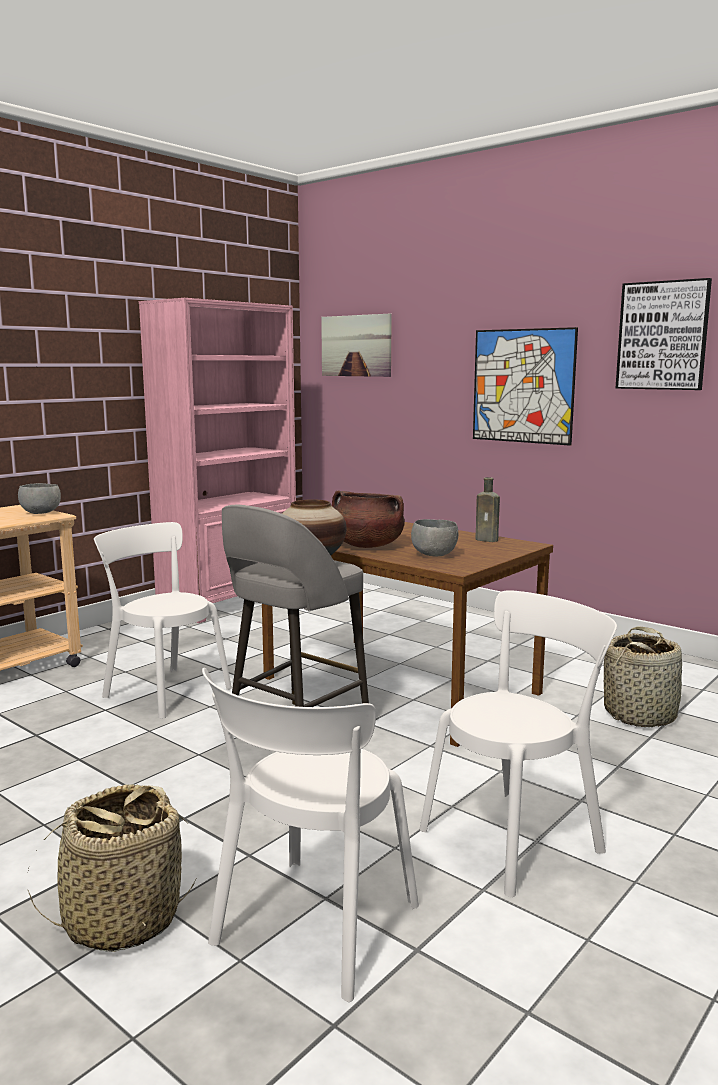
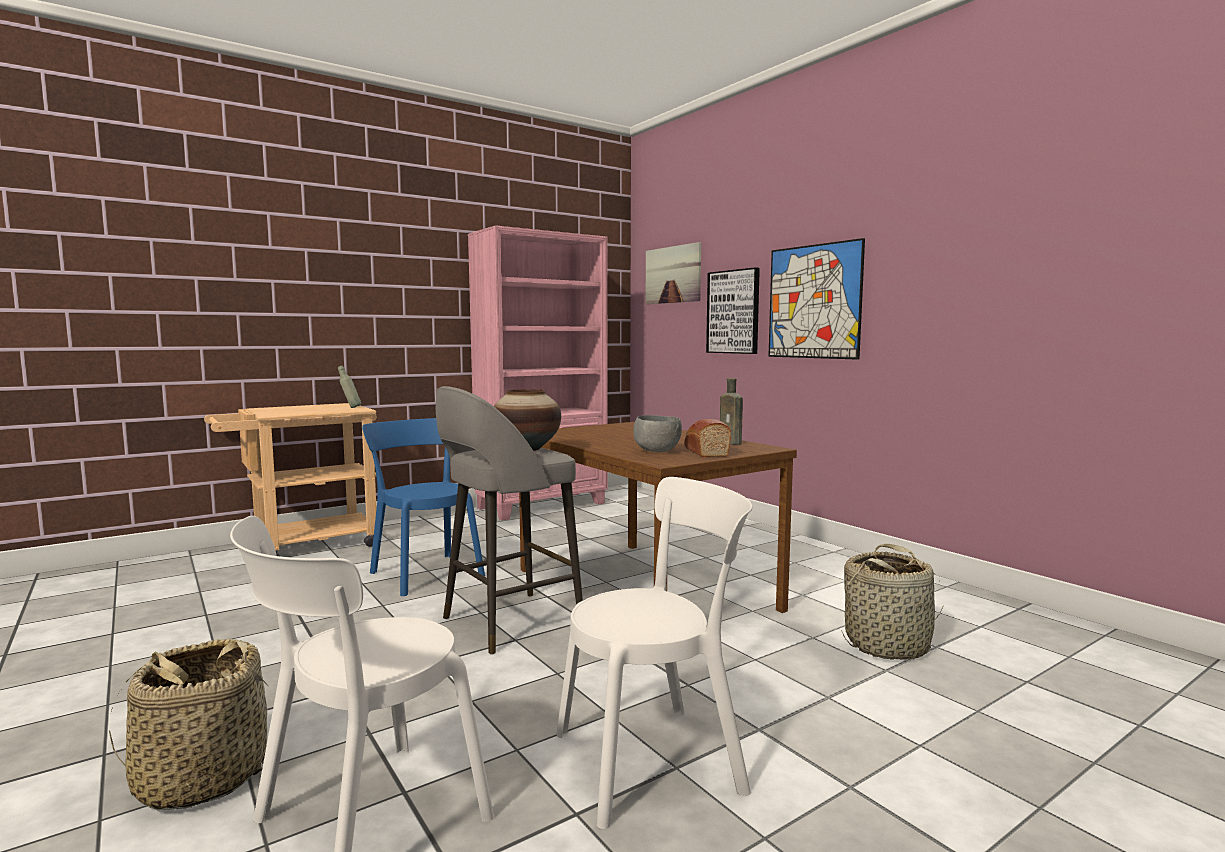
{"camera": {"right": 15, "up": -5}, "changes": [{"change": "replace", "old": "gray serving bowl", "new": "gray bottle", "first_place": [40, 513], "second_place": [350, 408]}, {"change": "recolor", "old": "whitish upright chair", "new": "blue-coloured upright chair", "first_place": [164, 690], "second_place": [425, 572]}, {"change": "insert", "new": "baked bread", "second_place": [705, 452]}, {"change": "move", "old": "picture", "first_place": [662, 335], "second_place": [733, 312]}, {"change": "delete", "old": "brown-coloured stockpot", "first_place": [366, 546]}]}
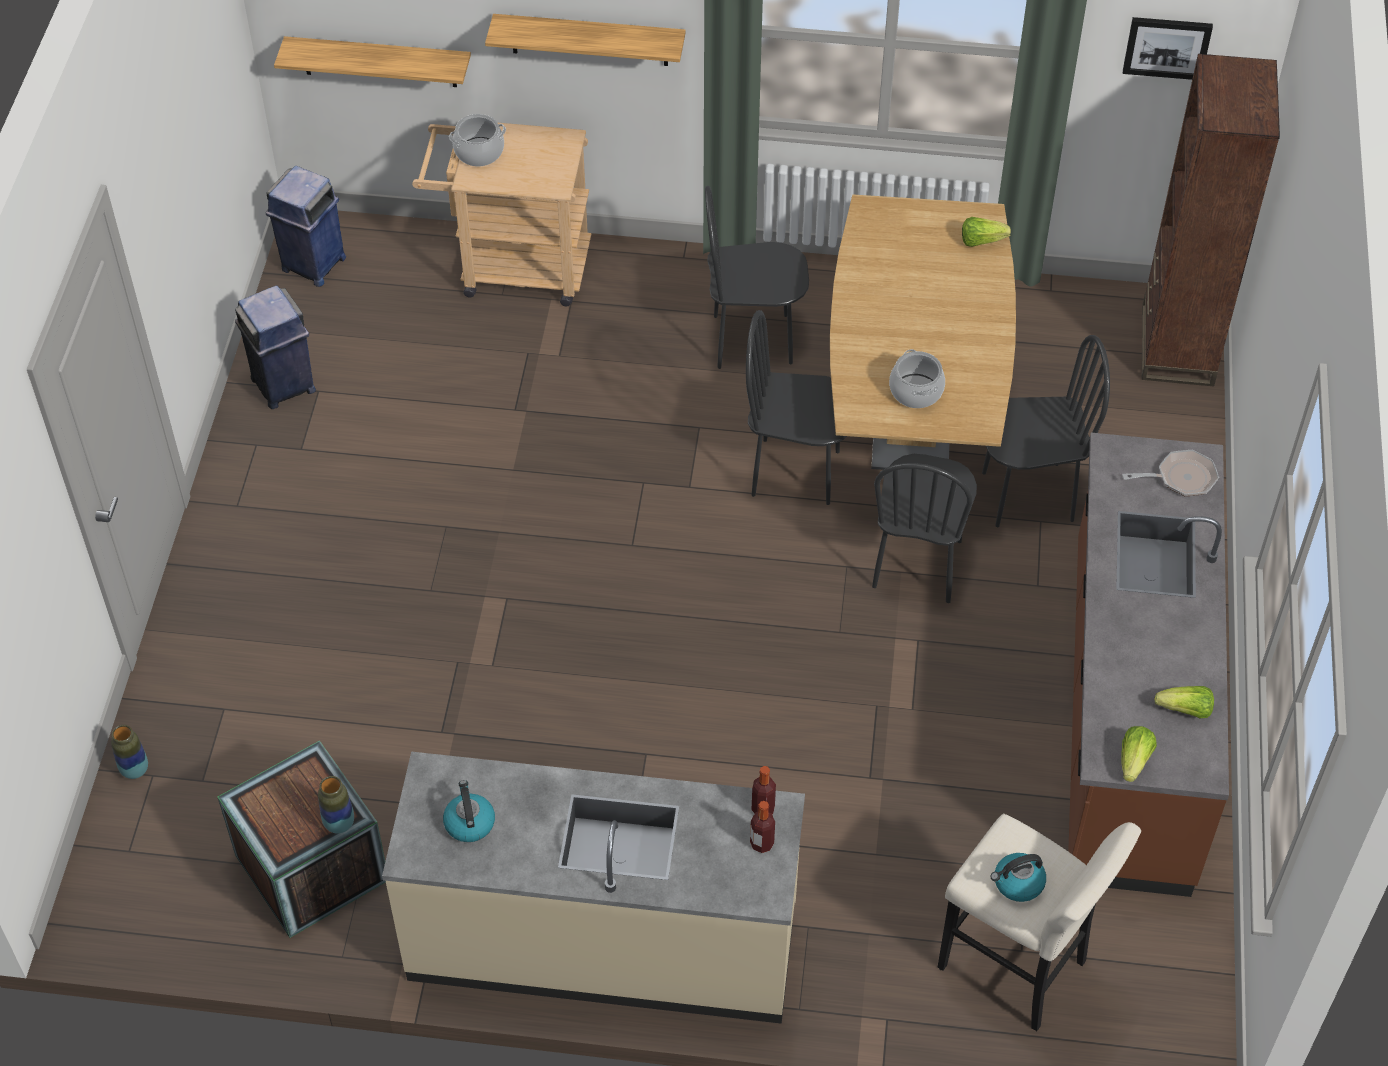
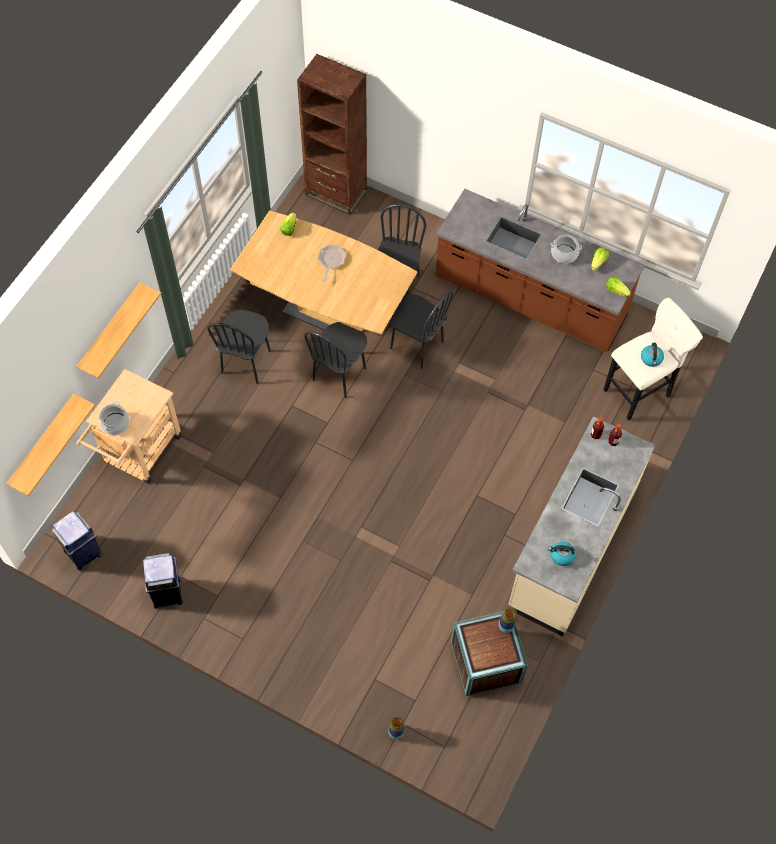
{"camera": {"right": -70, "up": 10}, "changes": [{"change": "move", "old": "pan", "first_place": [1181, 478], "second_place": [331, 261]}, {"change": "move", "old": "stockpot", "first_place": [916, 391], "second_place": [564, 254]}, {"change": "delete", "old": "picture", "first_place": [1167, 47]}]}
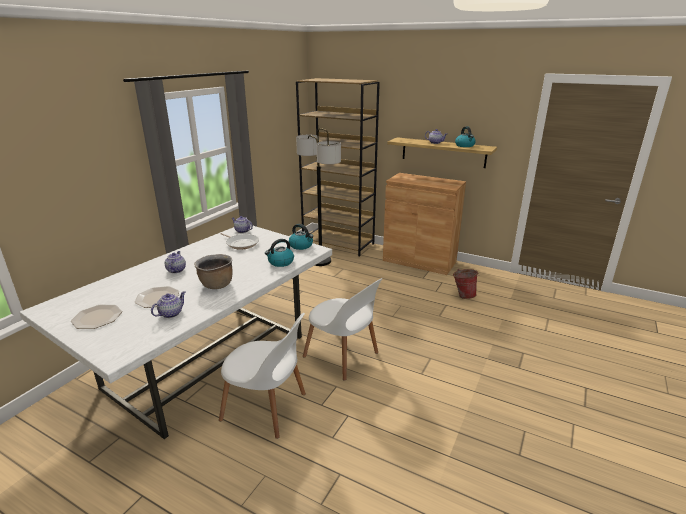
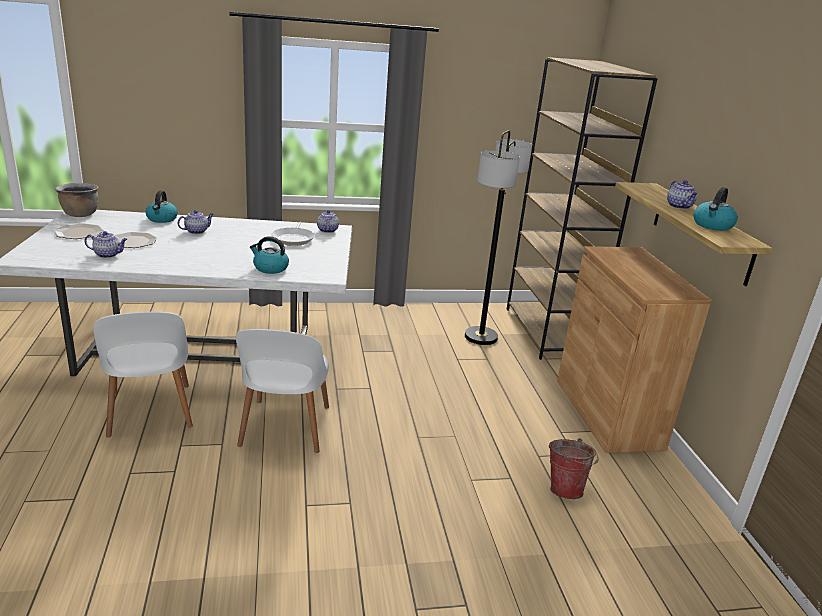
{"camera": {"right": 50, "up": 0}, "changes": [{"change": "move", "old": "brown-coloured stockpot", "first_place": [216, 285], "second_place": [80, 214]}, {"change": "move", "old": "water kettle", "first_place": [301, 246], "second_place": [162, 219]}]}
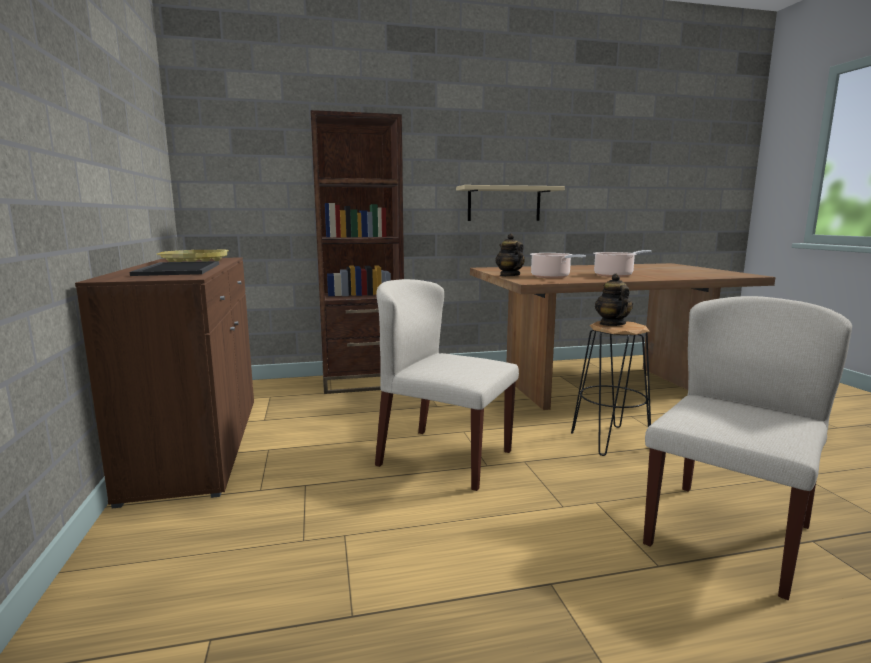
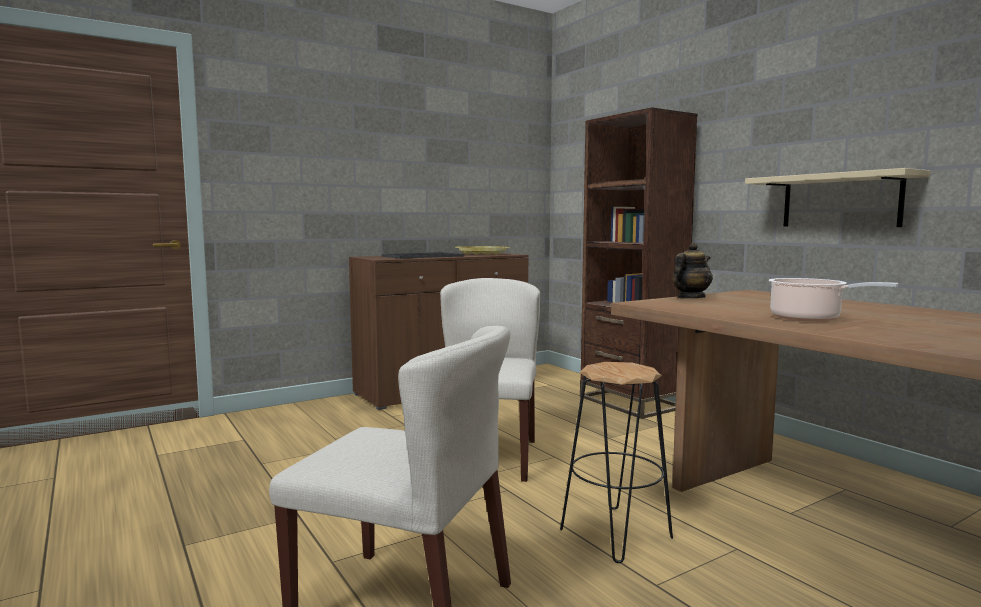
{"camera": {"right": 70, "up": -5}, "changes": [{"change": "delete", "old": "stockpot", "first_place": [552, 277]}, {"change": "delete", "old": "tea pot", "first_place": [612, 324]}]}
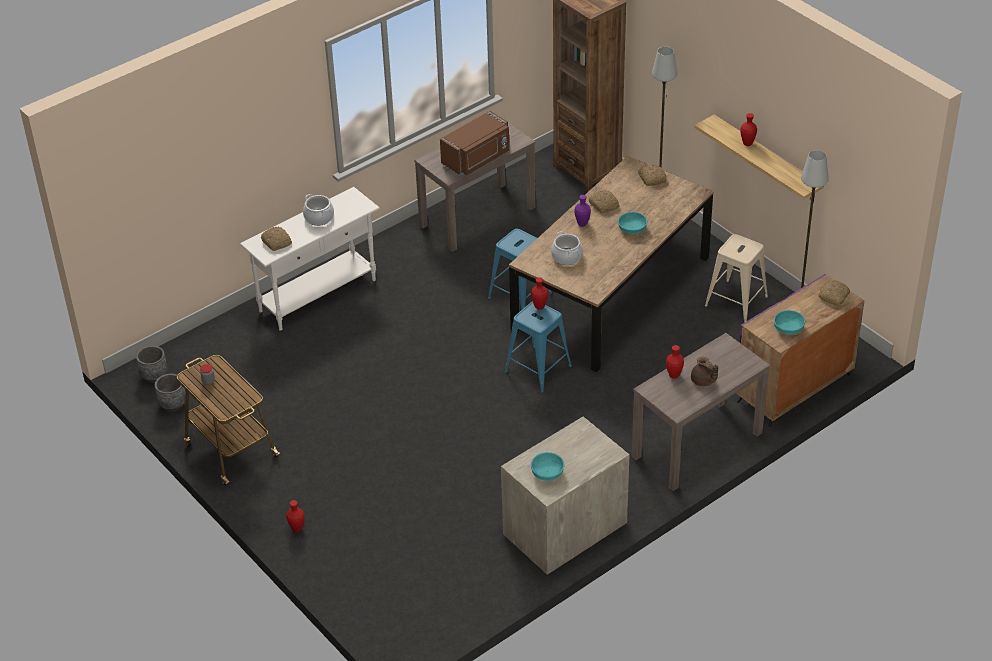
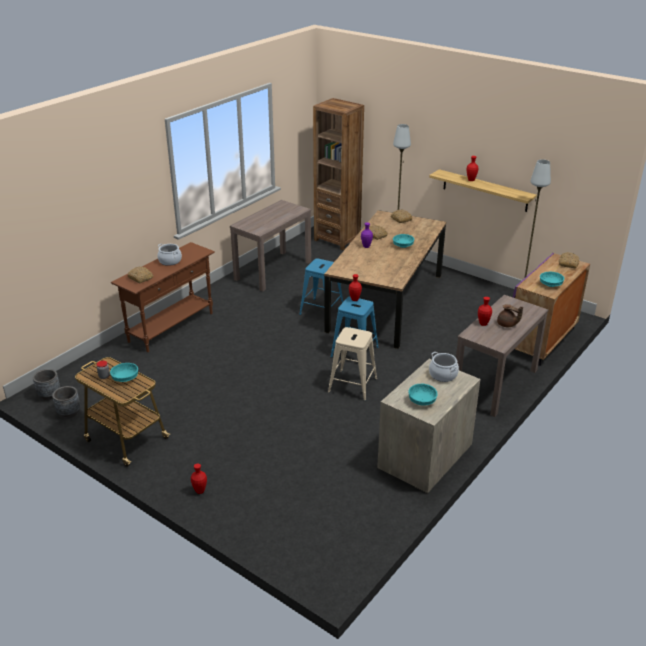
{"camera": {"right": -15, "up": -10}, "changes": [{"change": "insert", "new": "turquoise serving bowl", "second_place": [126, 378]}, {"change": "recolor", "old": "whitish narrow table", "new": "brown-coloured narrow table", "first_place": [318, 295], "second_place": [171, 327]}, {"change": "move", "old": "sand-coloured stool seat", "first_place": [736, 301], "second_place": [352, 385]}, {"change": "move", "old": "stockpot", "first_place": [566, 257], "second_place": [443, 375]}, {"change": "delete", "old": "brown-coloured microwave oven", "first_place": [477, 158]}]}
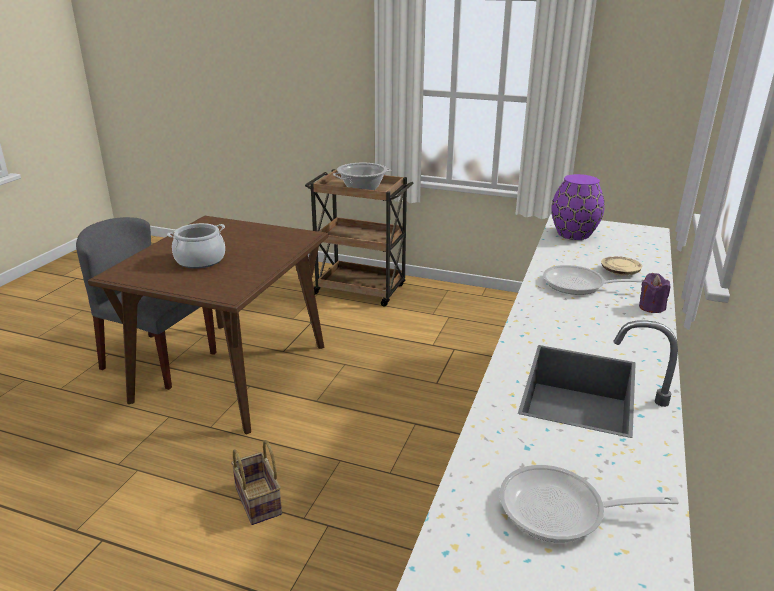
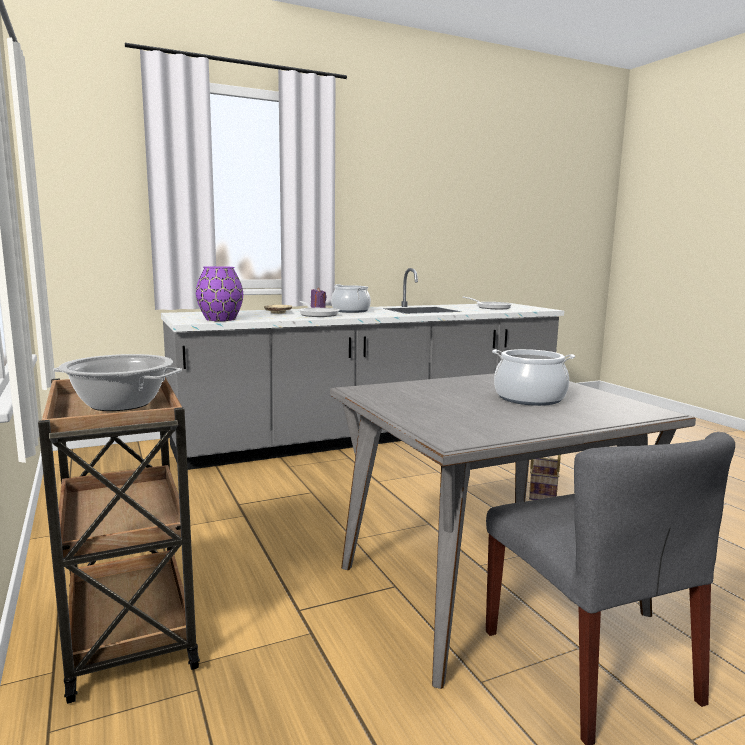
{"camera": {"right": -135, "up": -15}, "changes": [{"change": "recolor", "old": "brown-coloured dining table", "new": "gray dining table", "first_place": [232, 372], "second_place": [486, 590]}, {"change": "insert", "new": "stockpot", "second_place": [350, 311]}]}
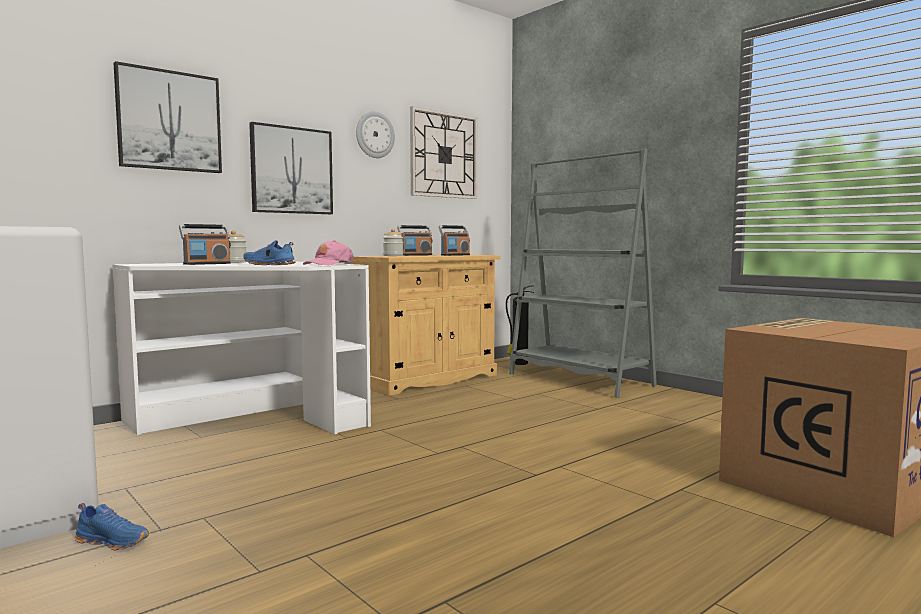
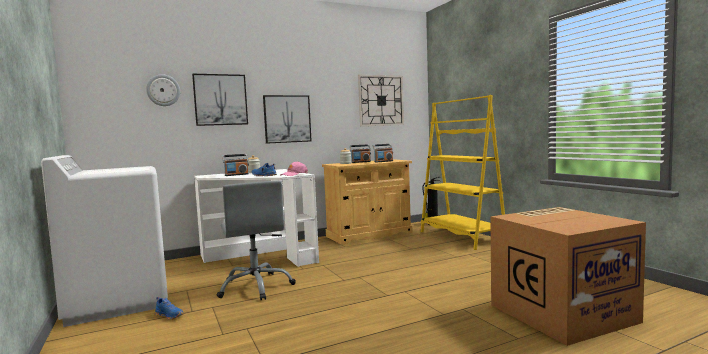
{"camera": {"right": 15, "up": 0}, "changes": [{"change": "move", "old": "hanging clock", "first_place": [374, 135], "second_place": [163, 90]}, {"change": "insert", "new": "gray office chair", "second_place": [256, 287]}, {"change": "recolor", "old": "gray bookcase", "new": "yellowish bookcase", "first_place": [579, 380], "second_place": [461, 237]}]}
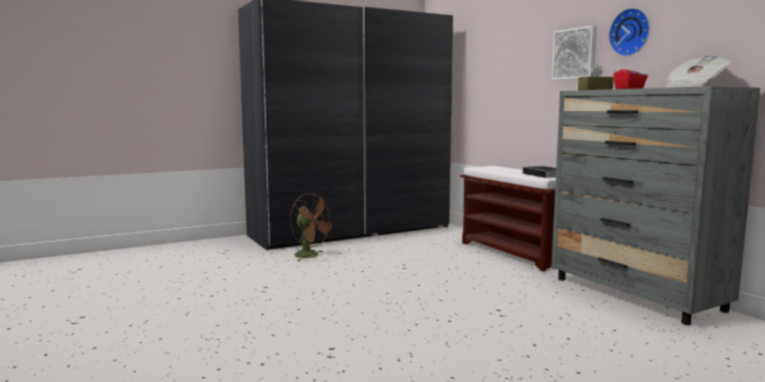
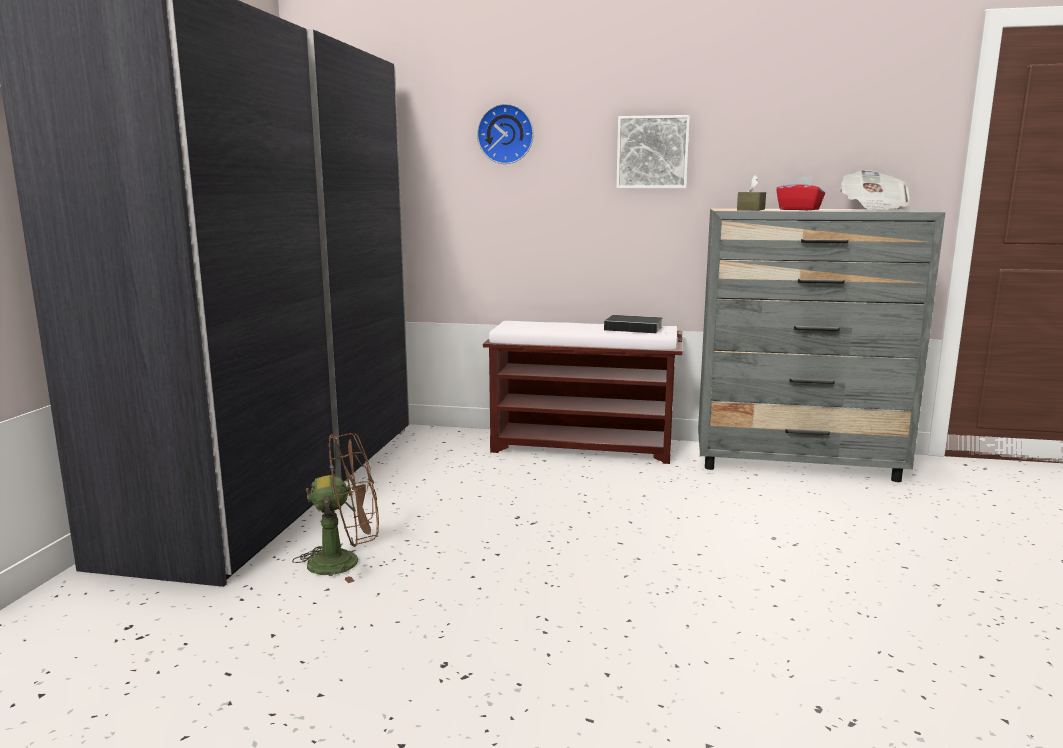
{"camera": {"right": -50, "up": 5}, "changes": [{"change": "move", "old": "hanging clock", "first_place": [631, 32], "second_place": [506, 134]}]}
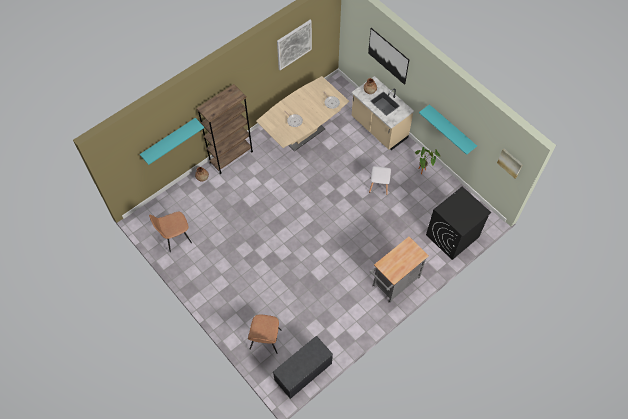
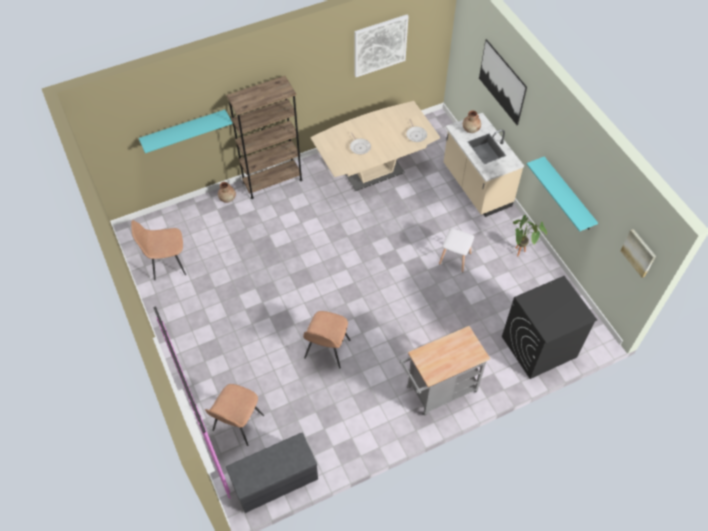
{"camera": {"right": 15, "up": -5}, "changes": [{"change": "insert", "new": "brown-coloured upright chair", "second_place": [326, 350]}]}
